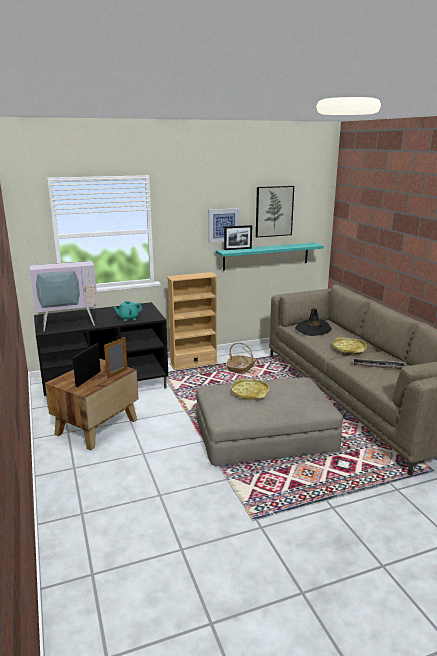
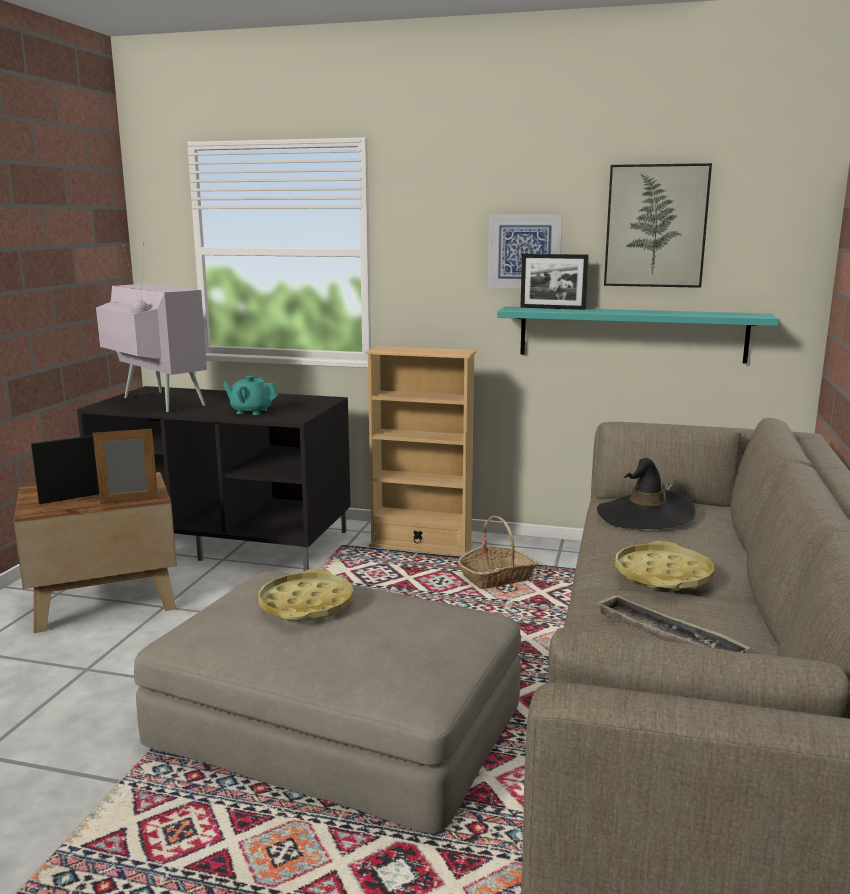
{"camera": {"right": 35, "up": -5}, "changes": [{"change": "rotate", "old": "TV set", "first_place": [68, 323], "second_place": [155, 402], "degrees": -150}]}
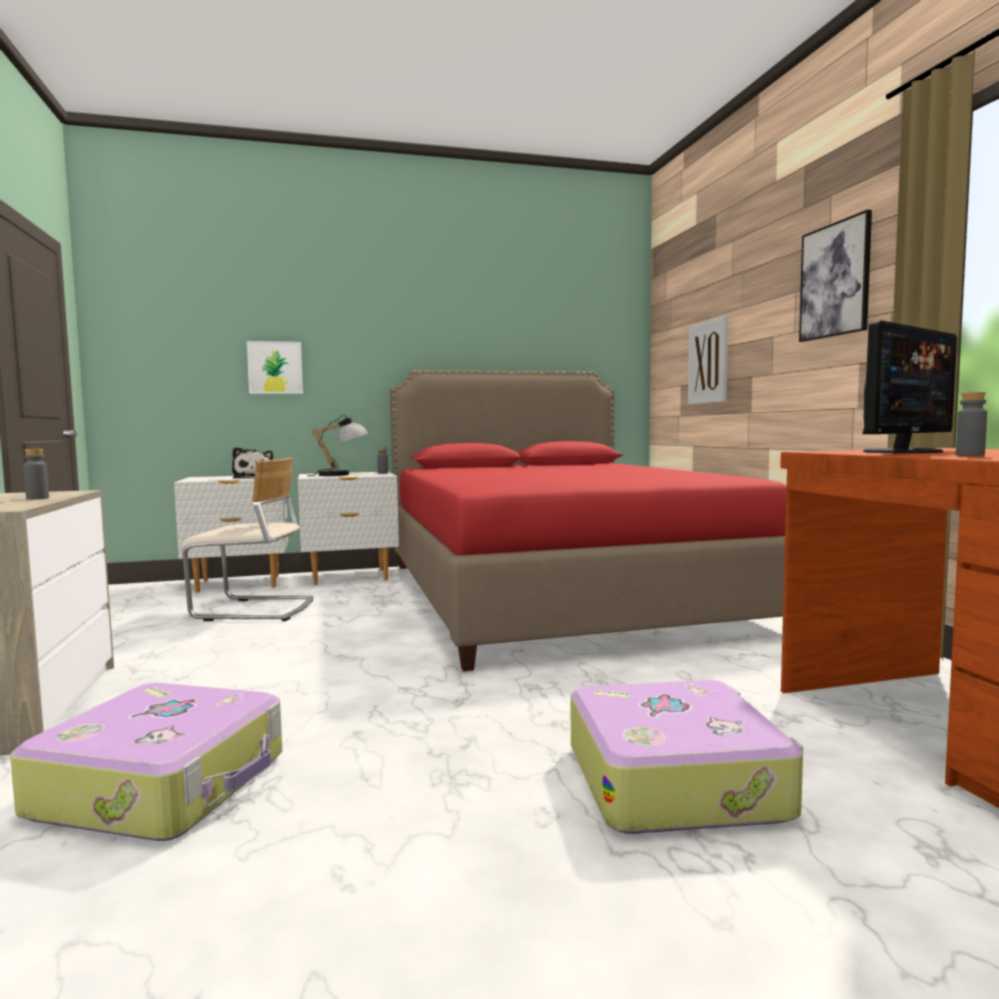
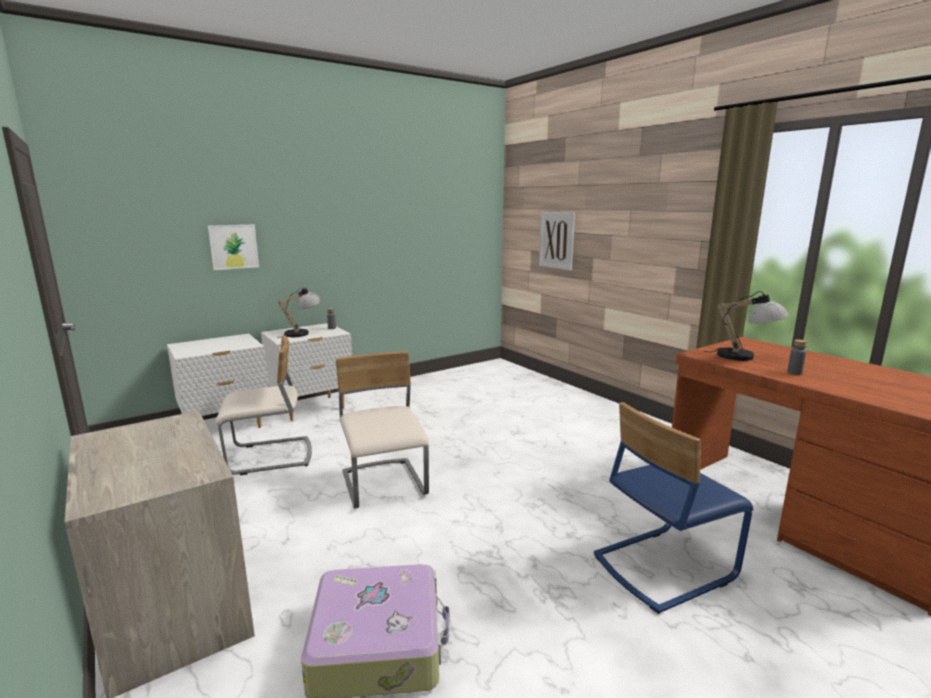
{"camera": {"right": -20, "up": 10}, "changes": [{"change": "insert", "new": "sand-coloured upright chair", "second_place": [384, 485]}, {"change": "replace", "old": "piece of luggage", "new": "blue-coloured upright chair", "first_place": [676, 780], "second_place": [662, 566]}, {"change": "replace", "old": "monitor", "new": "tabletop lamp", "first_place": [904, 452], "second_place": [745, 357]}, {"change": "delete", "old": "gray bottle", "first_place": [37, 498]}, {"change": "delete", "old": "soft toy", "first_place": [254, 477]}, {"change": "delete", "old": "reddish bed", "first_place": [556, 594]}, {"change": "delete", "old": "picture", "first_place": [835, 280]}]}
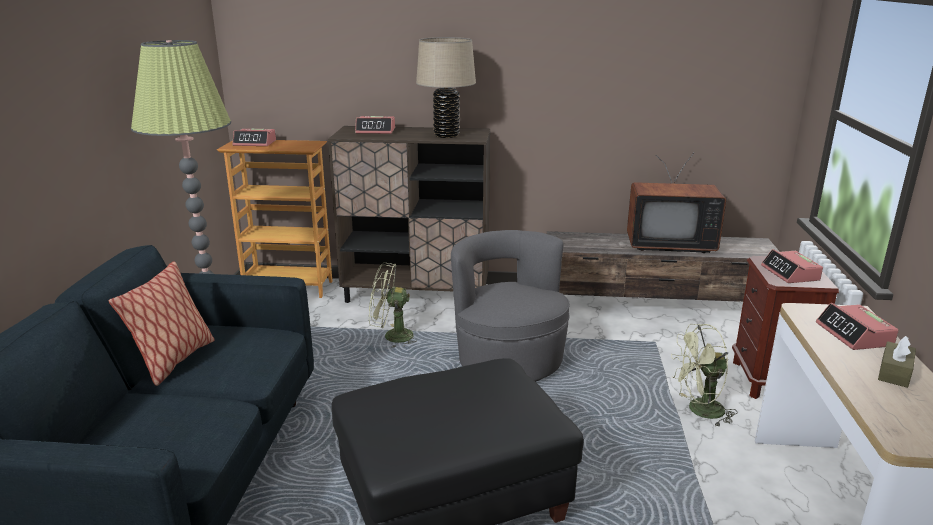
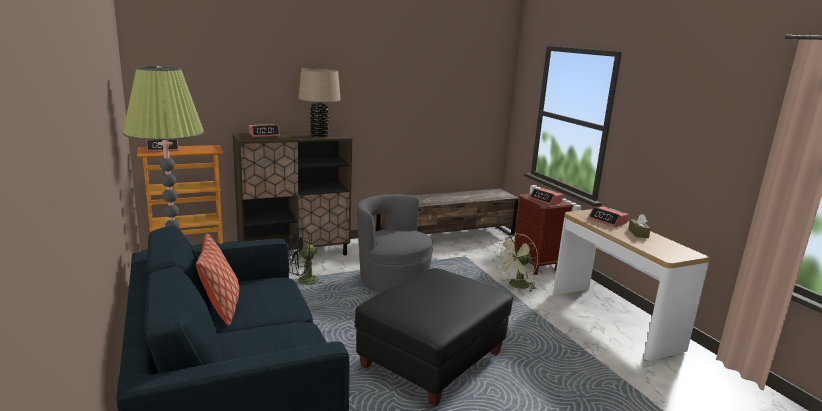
{"camera": {"right": -30, "up": -5}, "changes": [{"change": "recolor", "old": "green electric fan", "new": "blackish electric fan", "first_place": [391, 337], "second_place": [303, 282]}, {"change": "delete", "old": "TV set", "first_place": [668, 244]}]}
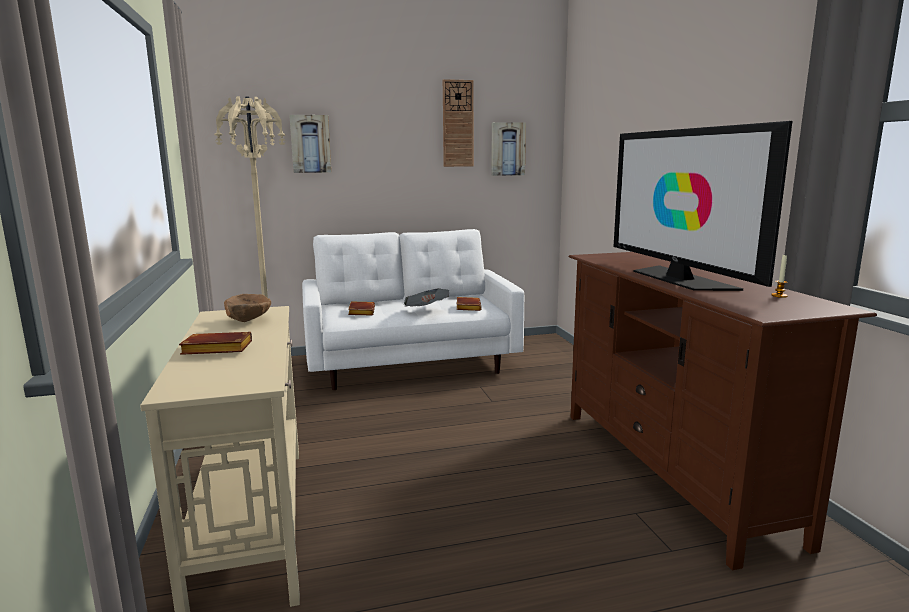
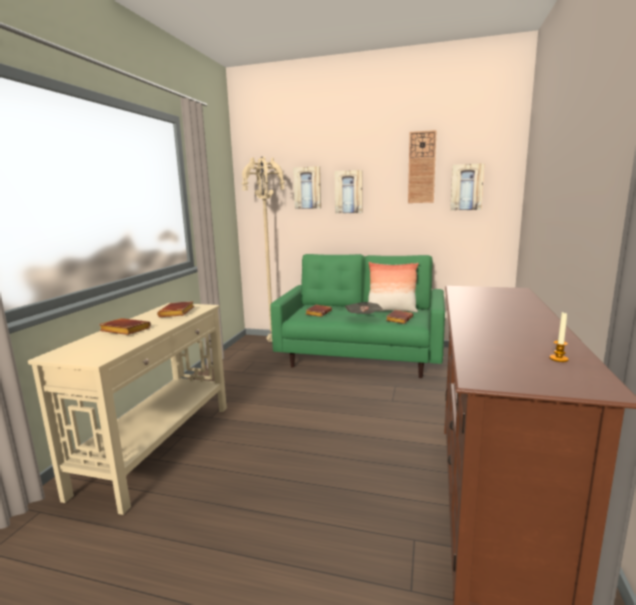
{"camera": {"right": 30, "up": 0}, "changes": [{"change": "replace", "old": "brown-coloured serving bowl", "new": "brown-coloured volume", "first_place": [249, 321], "second_place": [177, 313]}, {"change": "recolor", "old": "whitish couch", "new": "green couch", "first_place": [411, 365], "second_place": [361, 358]}, {"change": "insert", "new": "picture", "second_place": [349, 192]}, {"change": "insert", "new": "pillow", "second_place": [391, 310]}, {"change": "delete", "old": "TV set", "first_place": [679, 279]}]}
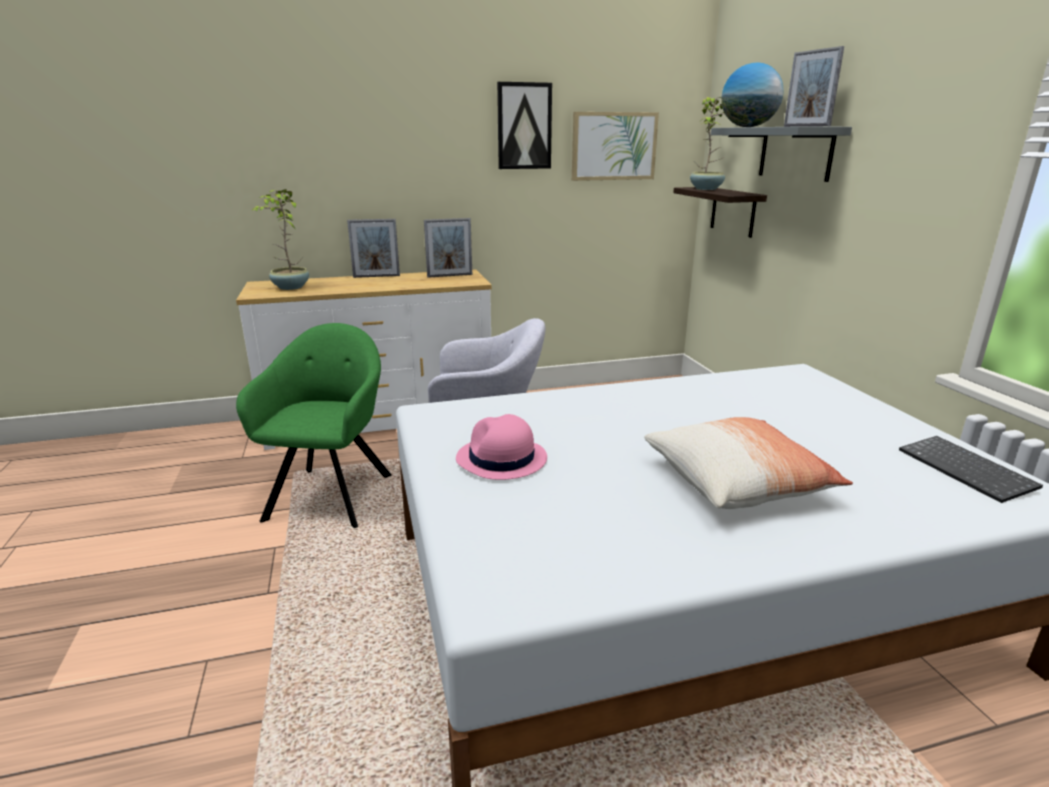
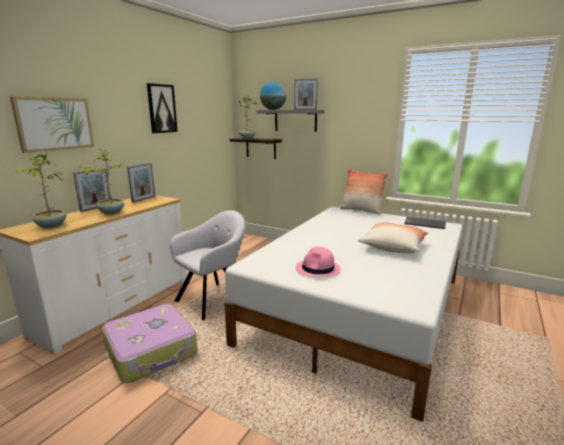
{"camera": {"right": -45, "up": -5}, "changes": [{"change": "move", "old": "picture", "first_place": [613, 146], "second_place": [55, 124]}, {"change": "insert", "new": "houseplant", "second_place": [111, 212]}, {"change": "replace", "old": "green easy chair", "new": "piece of luggage", "first_place": [332, 494], "second_place": [152, 351]}, {"change": "insert", "new": "pillow", "second_place": [361, 210]}]}
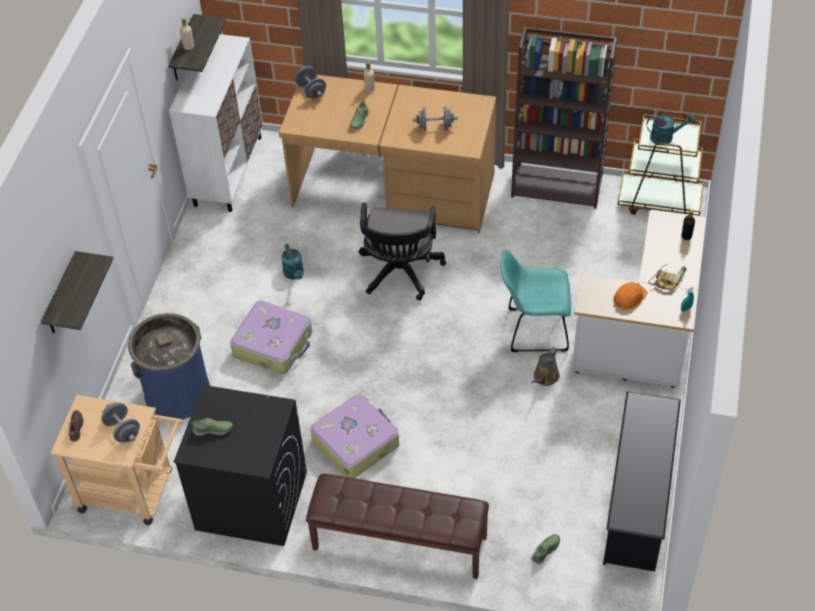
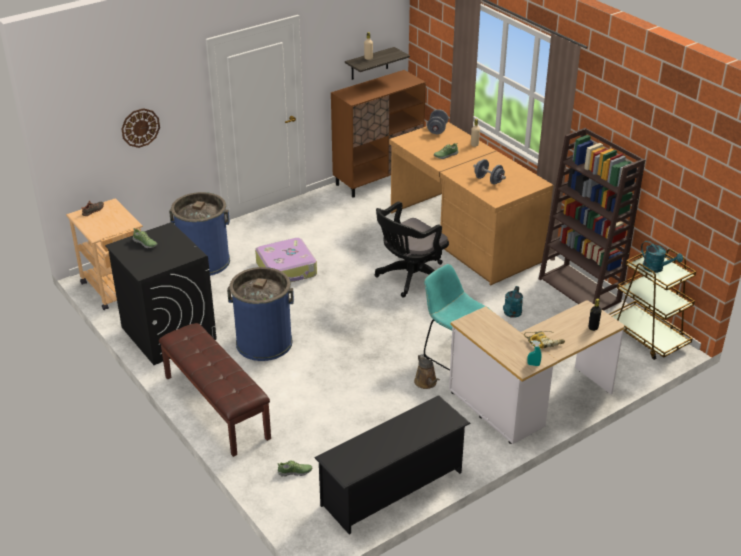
{"camera": {"right": 40, "up": -15}, "changes": [{"change": "replace", "old": "wall shelf", "new": "hanging clock", "first_place": [61, 296], "second_place": [140, 127]}, {"change": "replace", "old": "piece of luggage", "new": "blue-coloured rubbish bin", "first_place": [356, 442], "second_place": [264, 342]}, {"change": "recolor", "old": "whitish storage cabinet", "new": "brown-coloured storage cabinet", "first_place": [228, 170], "second_place": [378, 178]}, {"change": "rotate", "old": "brown-coloured sprinkling can", "first_place": [545, 378], "second_place": [426, 383], "degrees": -90}, {"change": "move", "old": "turquoise sprinkling can", "first_place": [295, 274], "second_place": [511, 314]}, {"change": "delete", "old": "gray hand weight", "first_place": [123, 430]}, {"change": "delete", "old": "orange hard hat", "first_place": [629, 297]}]}
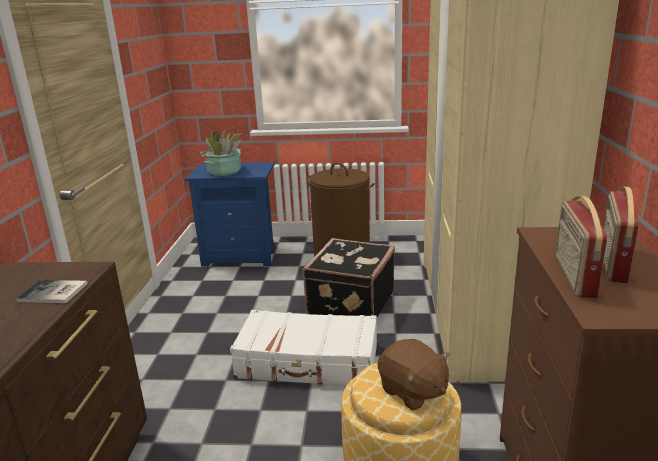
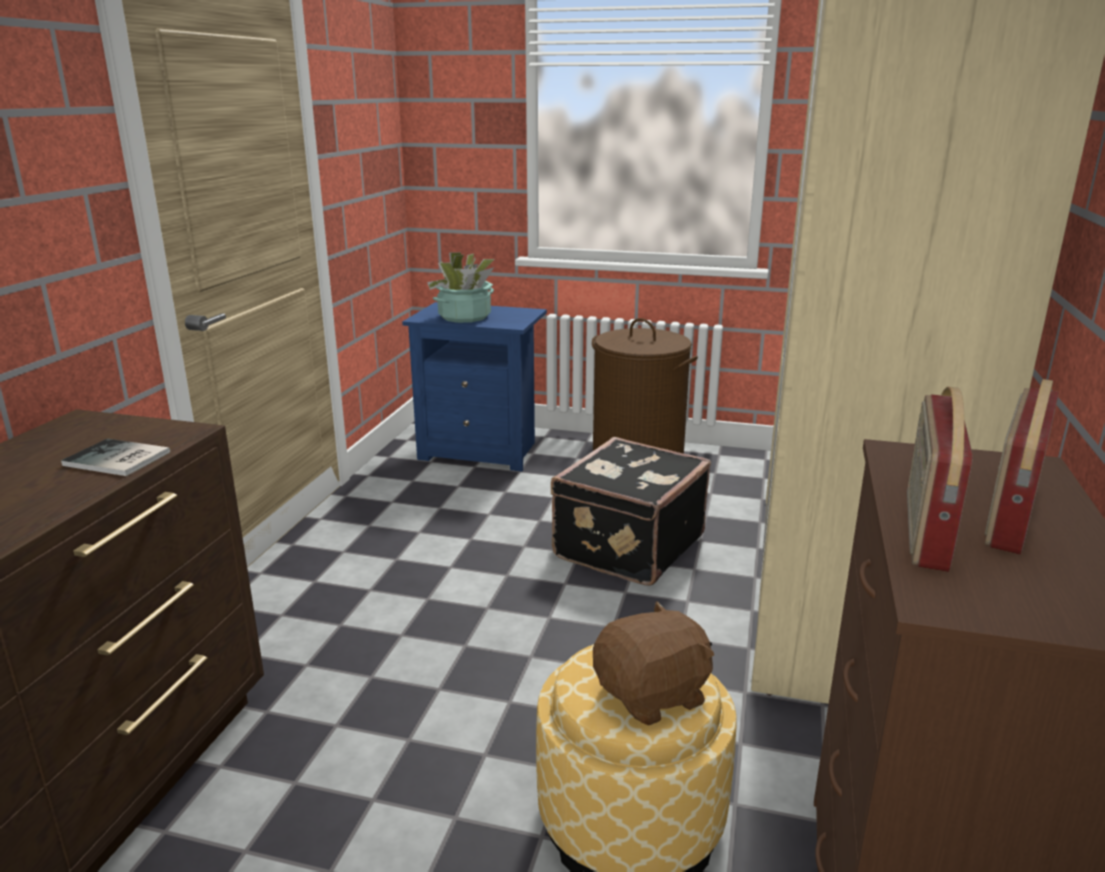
{"camera": {"right": 10, "up": 0}, "changes": [{"change": "rotate", "old": "brown-coloured soft toy", "first_place": [412, 392], "second_place": [653, 695], "degrees": -90}, {"change": "delete", "old": "whitish piece of luggage", "first_place": [308, 362]}]}
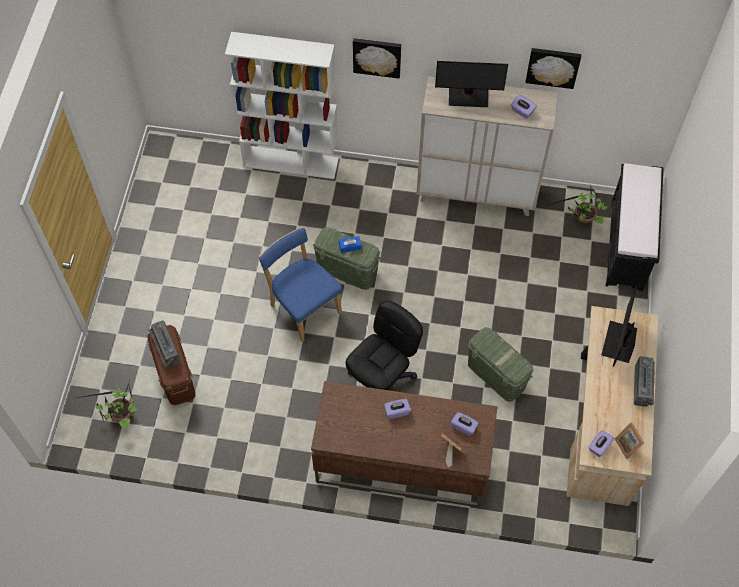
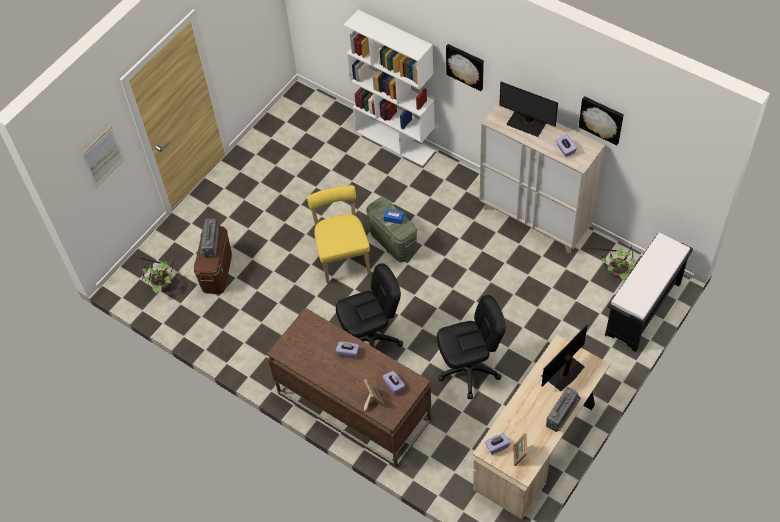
{"camera": {"right": 30, "up": -5}, "changes": [{"change": "insert", "new": "picture", "second_place": [103, 156]}, {"change": "recolor", "old": "blue-coloured upright chair", "new": "yellowish upright chair", "first_place": [303, 307], "second_place": [342, 257]}, {"change": "replace", "old": "green storage container", "new": "blackish office chair", "first_place": [496, 375], "second_place": [469, 370]}]}
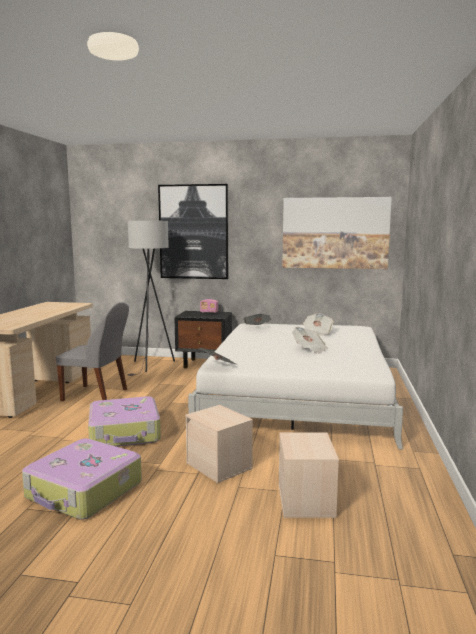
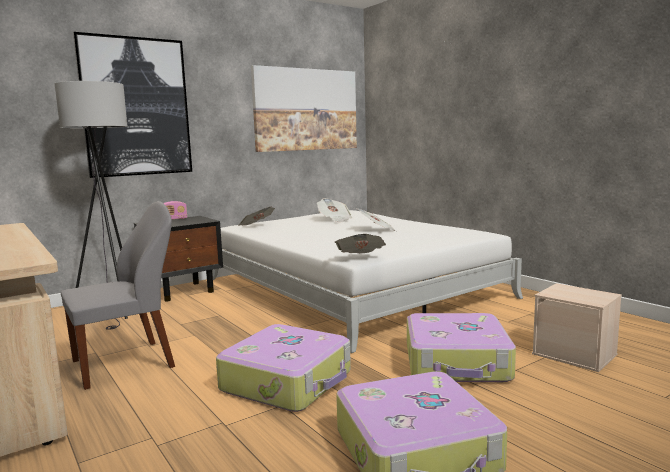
{"camera": {"right": -45, "up": 0}, "changes": [{"change": "replace", "old": "sand-coloured storage container", "new": "piece of luggage", "first_place": [220, 465], "second_place": [457, 363]}]}
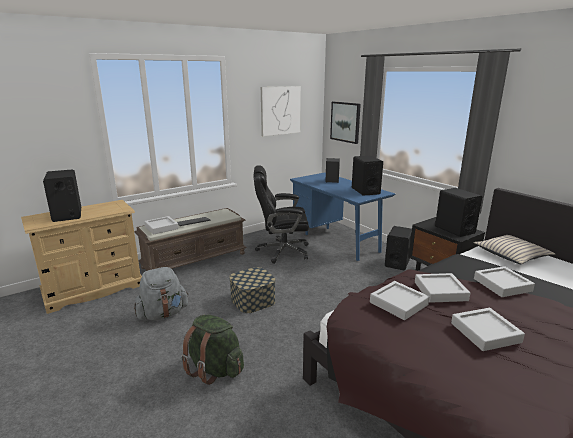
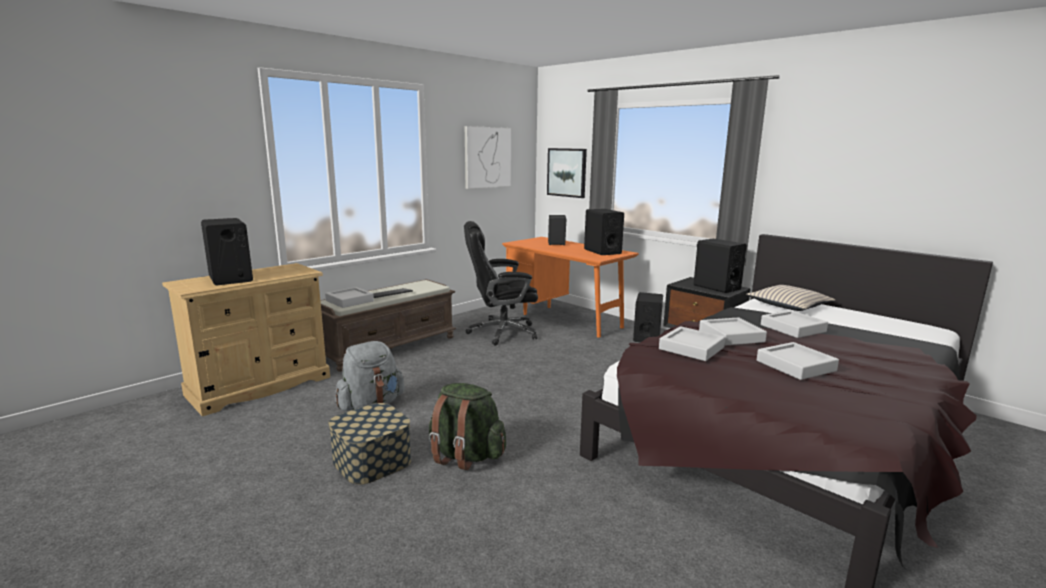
{"camera": {"right": -10, "up": -5}, "changes": [{"change": "move", "old": "storage container", "first_place": [253, 300], "second_place": [372, 461]}, {"change": "recolor", "old": "blue-coloured desk table", "new": "orange desk table", "first_place": [337, 240], "second_place": [565, 319]}]}
